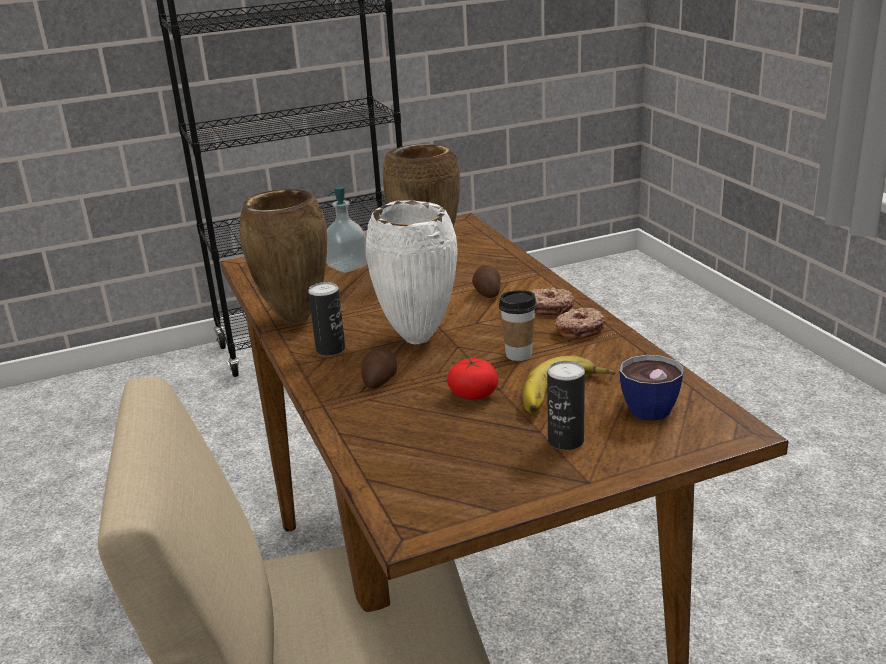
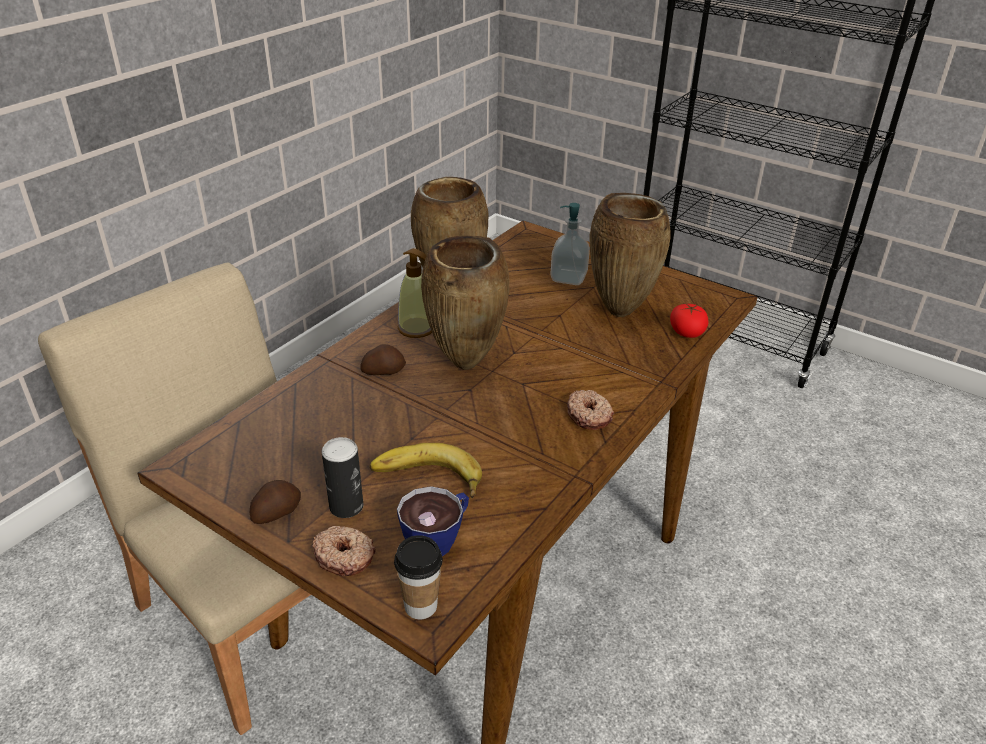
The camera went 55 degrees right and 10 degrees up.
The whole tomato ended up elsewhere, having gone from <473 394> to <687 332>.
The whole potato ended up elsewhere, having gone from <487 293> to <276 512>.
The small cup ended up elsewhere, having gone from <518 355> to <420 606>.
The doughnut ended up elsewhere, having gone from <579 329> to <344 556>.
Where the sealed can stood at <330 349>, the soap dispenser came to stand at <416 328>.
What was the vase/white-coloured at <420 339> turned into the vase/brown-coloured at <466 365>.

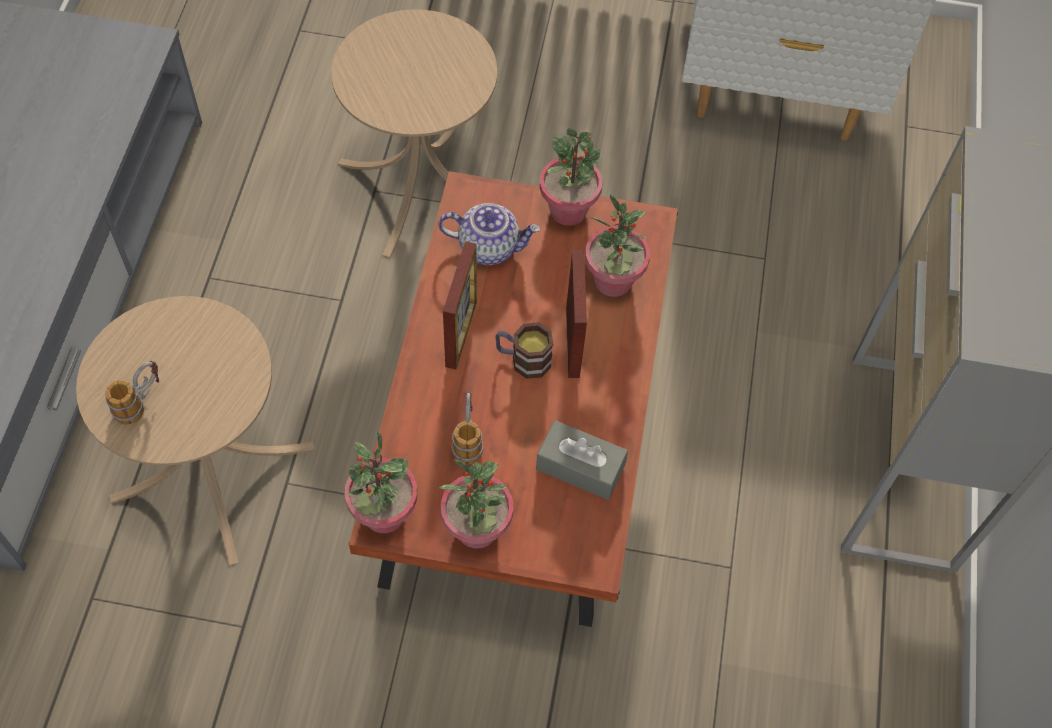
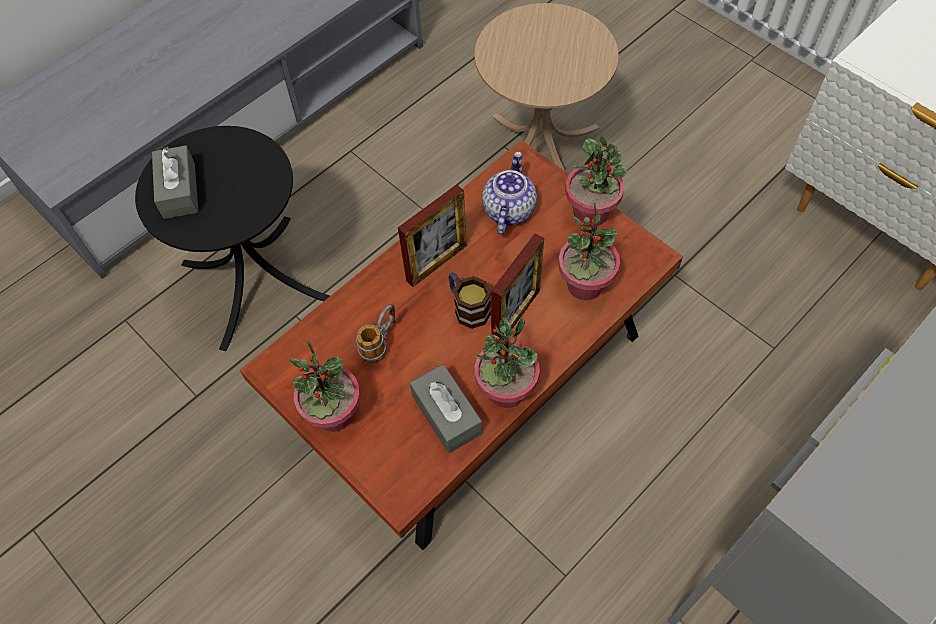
The camera went 40 degrees right and 0 degrees up.
The potted plant ended up elsewhere, having gone from <384 514> to <505 391>.
Where the tea mug stood at <140 402>, the box of tissues/gray came to stand at <179 190>.
What was the end table/beige-coloured at <213 472> turned into the end table/black at <256 281>.
The pot for tea at <489 246> ended up facing another way, 120 degrees counterclockwise from before.

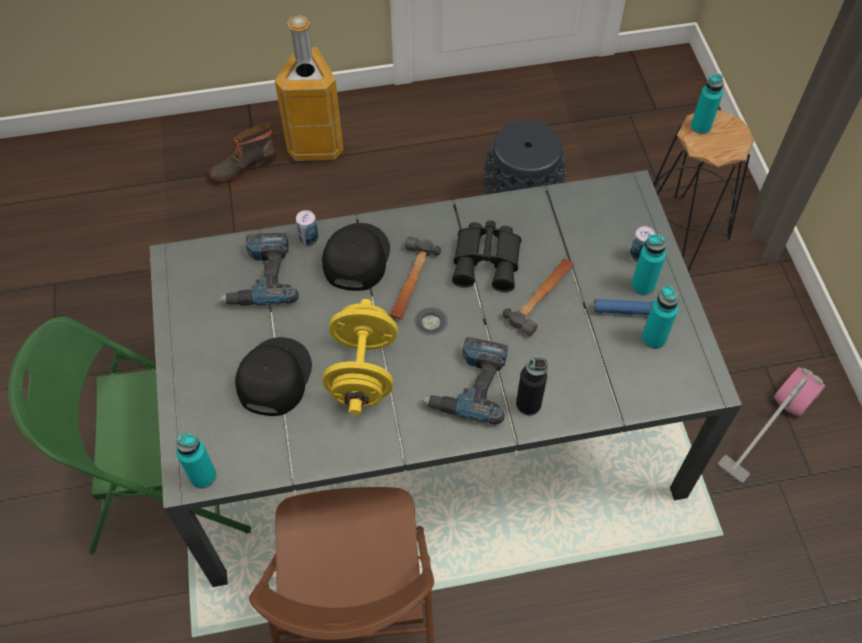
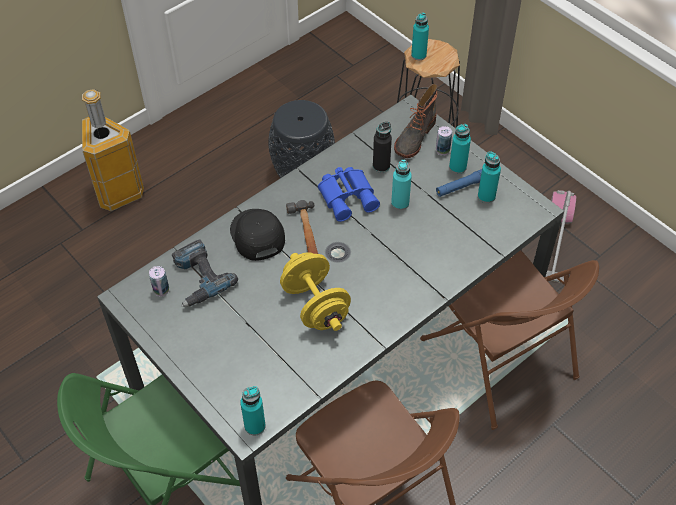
The camera went 30 degrees left and 5 degrees down.
The second view lost the cap/black at <273 377>.
The second view lost the power drill at <469 384>.
The second view gained the chair/brown-coloured at <498 358>.
The high-top boot ended up elsewhere, having gone from <243 166> to <414 137>.
The sealed can ended up elsewhere, having gone from <309 240> to <161 290>.
The bottle/black ended up elsewhere, having gone from <528 404> to <381 166>.
Where the tool hammer stood at <542 297>, the bottle/turquoise-coloured came to stand at <400 203>.
What was the pair of binoculars/black at <488 260> turned into the pair of binoculars/blue-coloured at <348 196>.

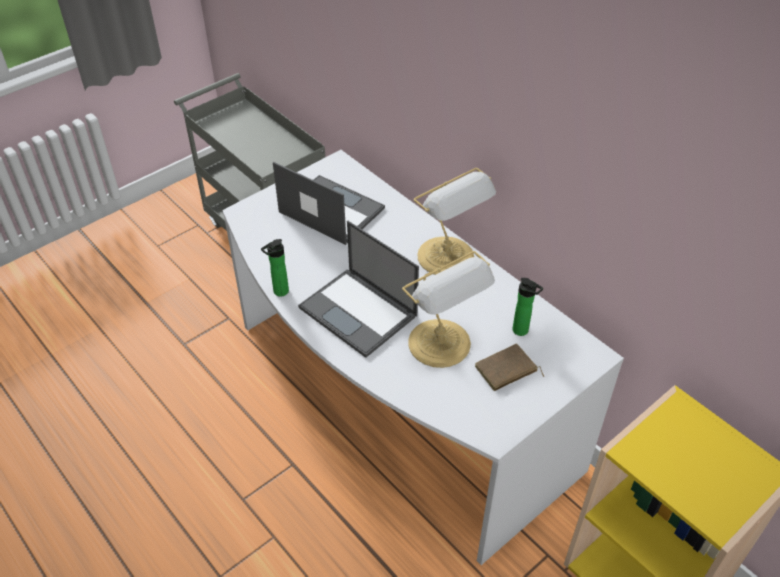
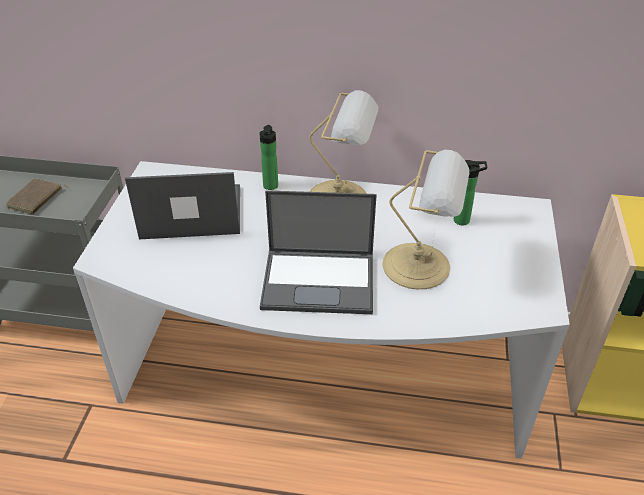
The camera went 40 degrees left and 5 degrees down.
The bottle ended up elsewhere, having gone from <279 292> to <270 187>.
The volume/brown-coloured ended up elsewhere, having gone from <506 371> to <36 199>.

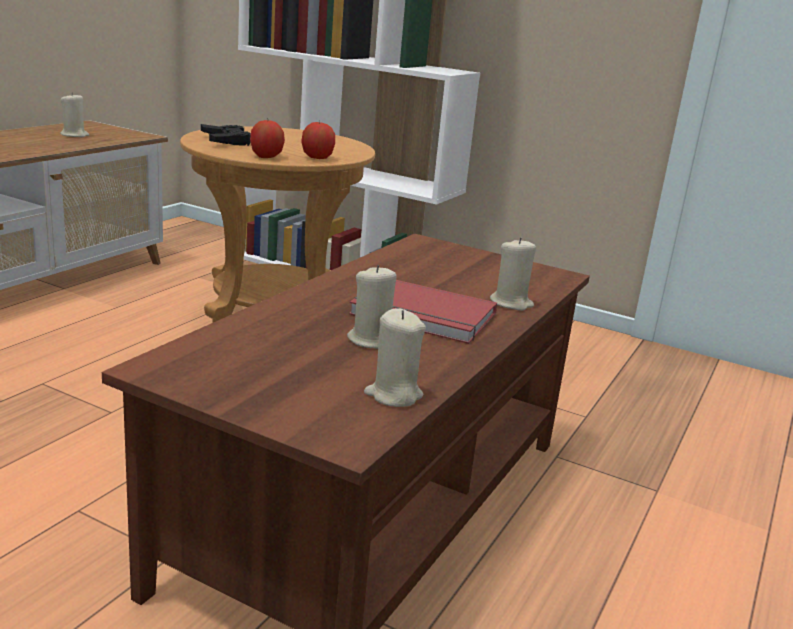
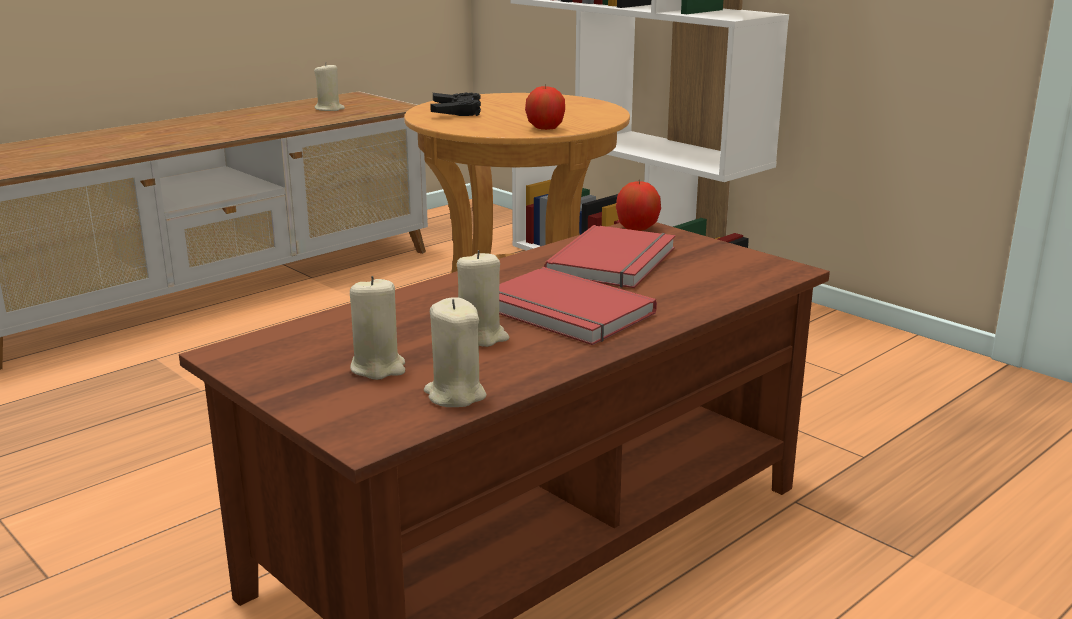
The camera went 20 degrees right and 0 degrees up.
The second view gained the volume/red-coloured at <616 262>.
The whole apple ended up elsewhere, having gone from <266 157> to <637 228>.
The candle/beige-coloured ended up elsewhere, having gone from <511 303> to <378 367>.

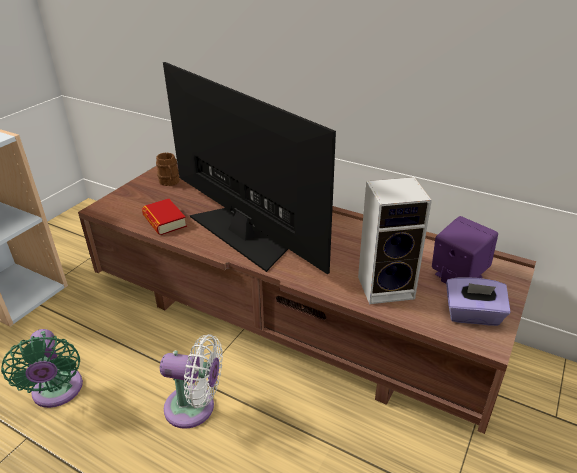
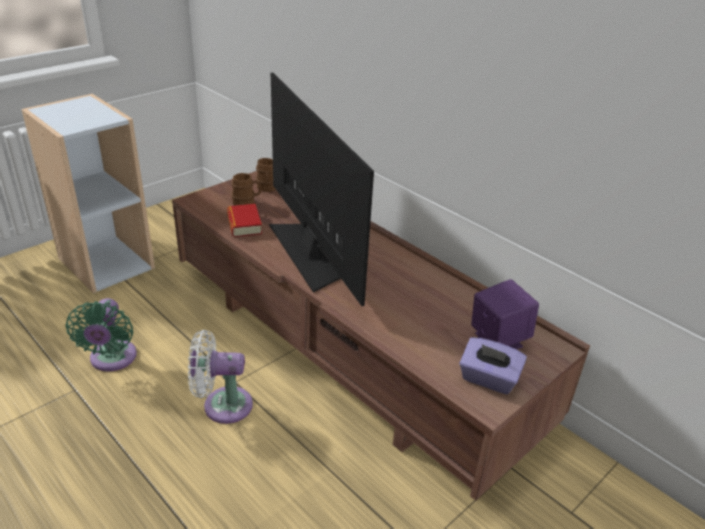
The camera went 15 degrees right and 0 degrees up.
The second view lost the loudspeaker at <387 286>.
The second view gained the tea mug/brown-coloured at <247 202>.
The cooling fan/white-coloured at <195 408> ended up facing another way, 150 degrees clockwise from before.

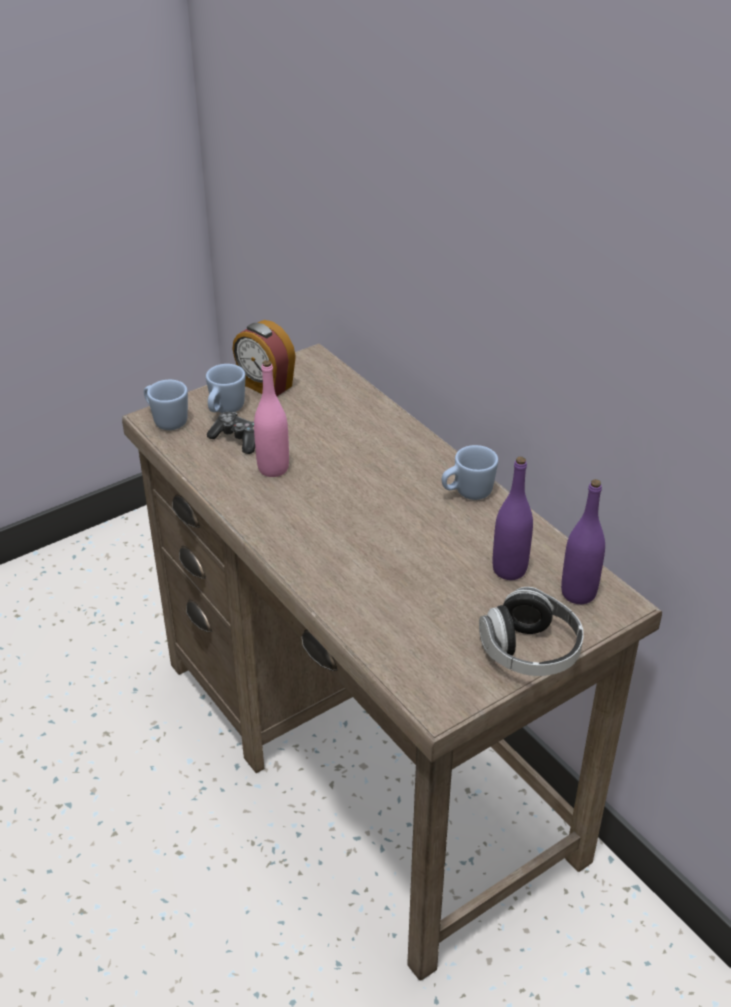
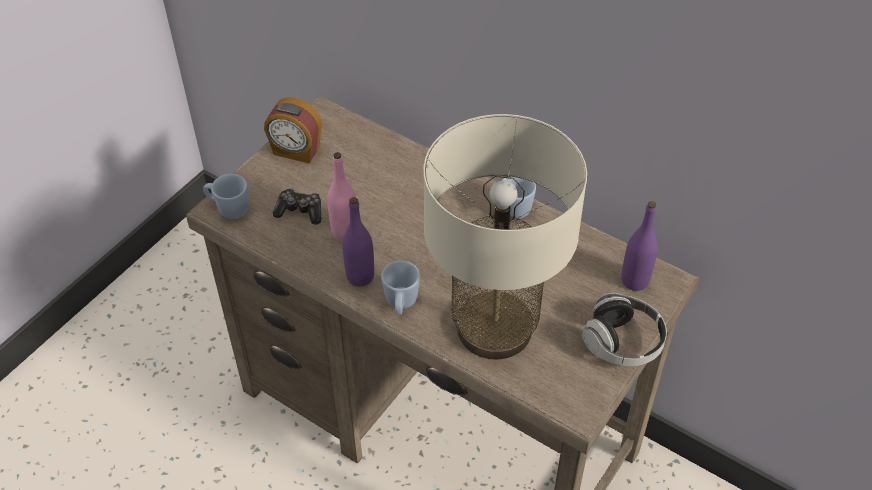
The camera went 20 degrees left and 10 degrees up.
The second view gained the tabletop lamp at <494 328>.
The tea mug/blue-coloured ended up elsewhere, having gone from <224 410> to <401 304>.
The bottle/purplish ended up elsewhere, having gone from <509 569> to <360 276>.

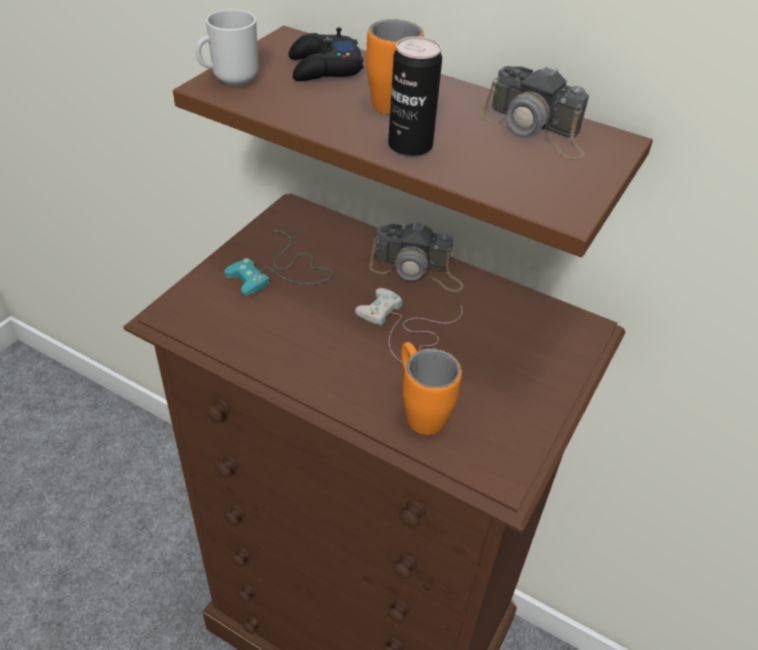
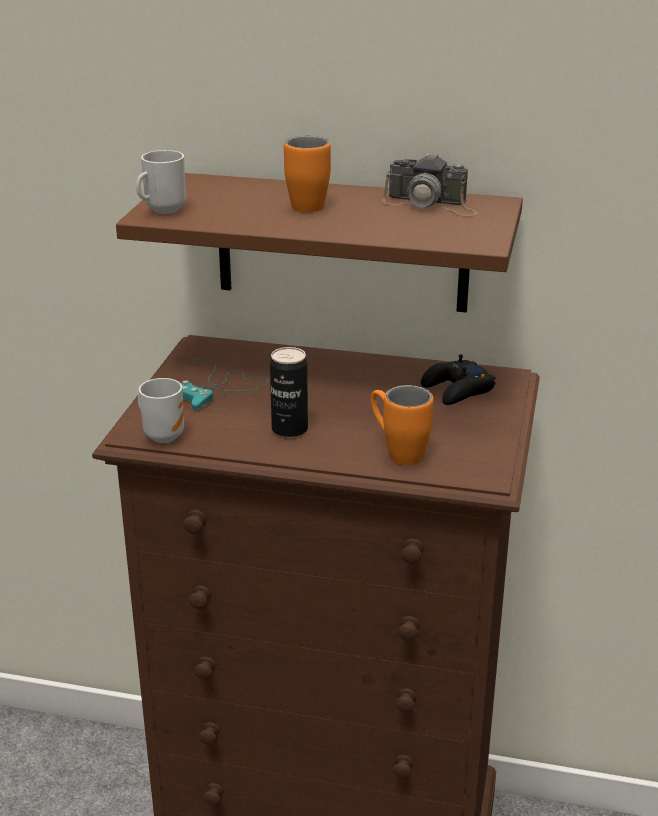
The camera went 15 degrees left and 15 degrees down.
The second view lost the joypad/white-coloured at <405 330>.
The second view lost the photo camera at <417 270>.
The second view gained the tea mug at <163 435>.
The joypad/black ended up elsewhere, having gone from <324 68> to <457 390>.
The sealed can ended up elsewhere, having gone from <410 146> to <289 429>.

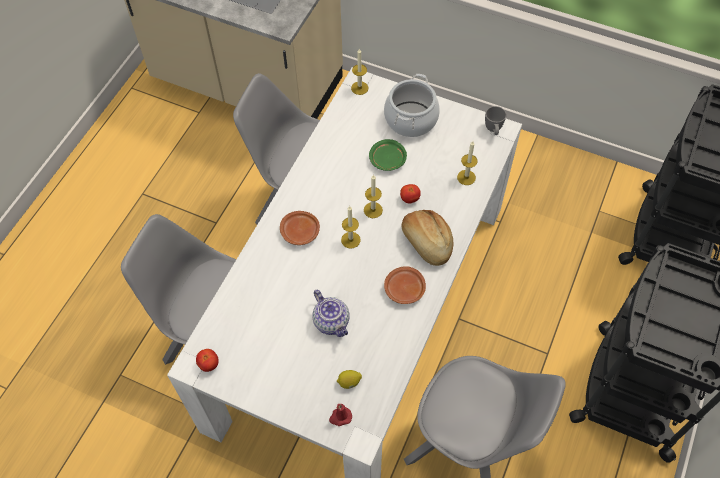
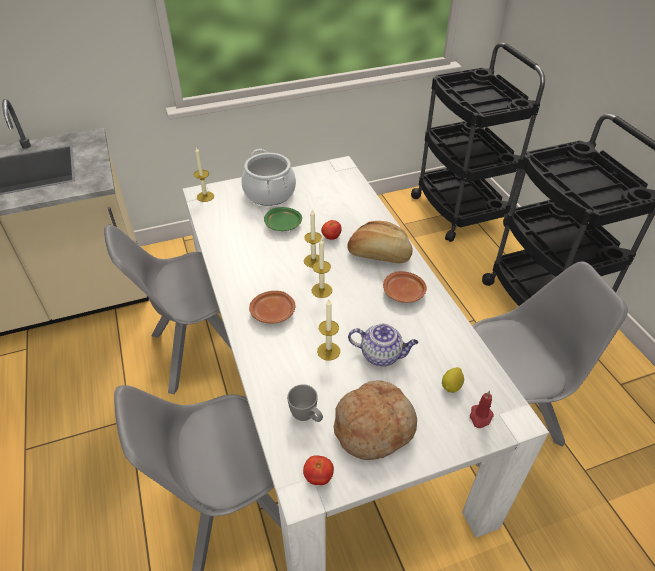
The camera went 45 degrees left and 15 degrees down.
The second view gained the bread at <374 426>.
The candle ended up elsewhere, having gone from <466 177> to <328 351>.
The tea mug/gray ended up elsewhere, having gone from <493 130> to <307 417>.

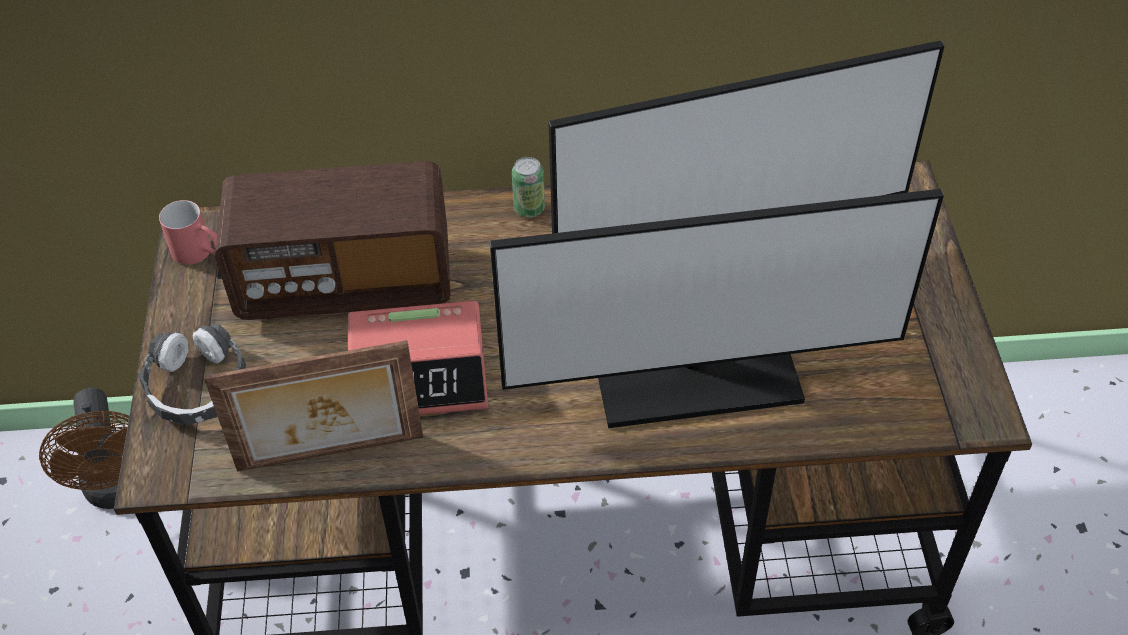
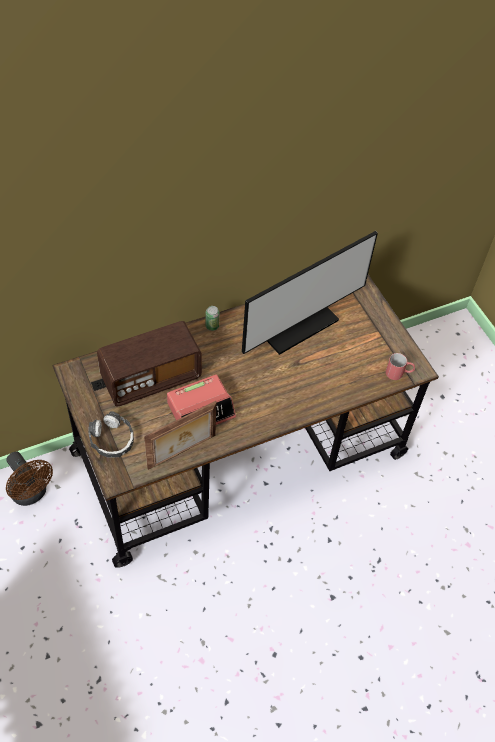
The camera went 25 degrees left and 5 degrees up.
The second view lost the computer display at <697 379>.
The tea mug/red-coloured ended up elsewhere, having gone from <200 254> to <398 373>.

